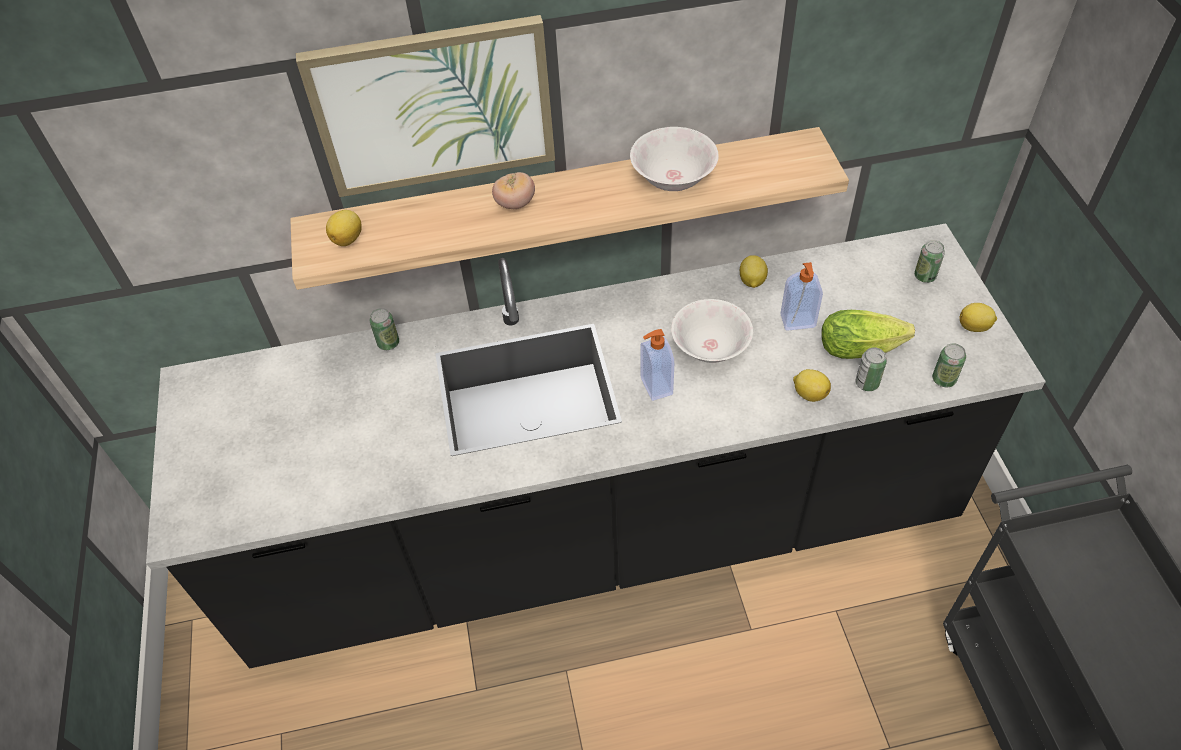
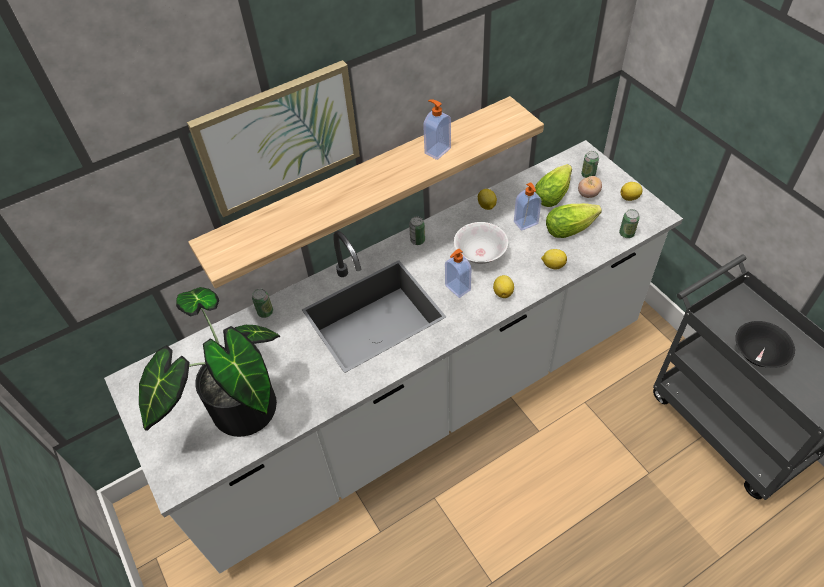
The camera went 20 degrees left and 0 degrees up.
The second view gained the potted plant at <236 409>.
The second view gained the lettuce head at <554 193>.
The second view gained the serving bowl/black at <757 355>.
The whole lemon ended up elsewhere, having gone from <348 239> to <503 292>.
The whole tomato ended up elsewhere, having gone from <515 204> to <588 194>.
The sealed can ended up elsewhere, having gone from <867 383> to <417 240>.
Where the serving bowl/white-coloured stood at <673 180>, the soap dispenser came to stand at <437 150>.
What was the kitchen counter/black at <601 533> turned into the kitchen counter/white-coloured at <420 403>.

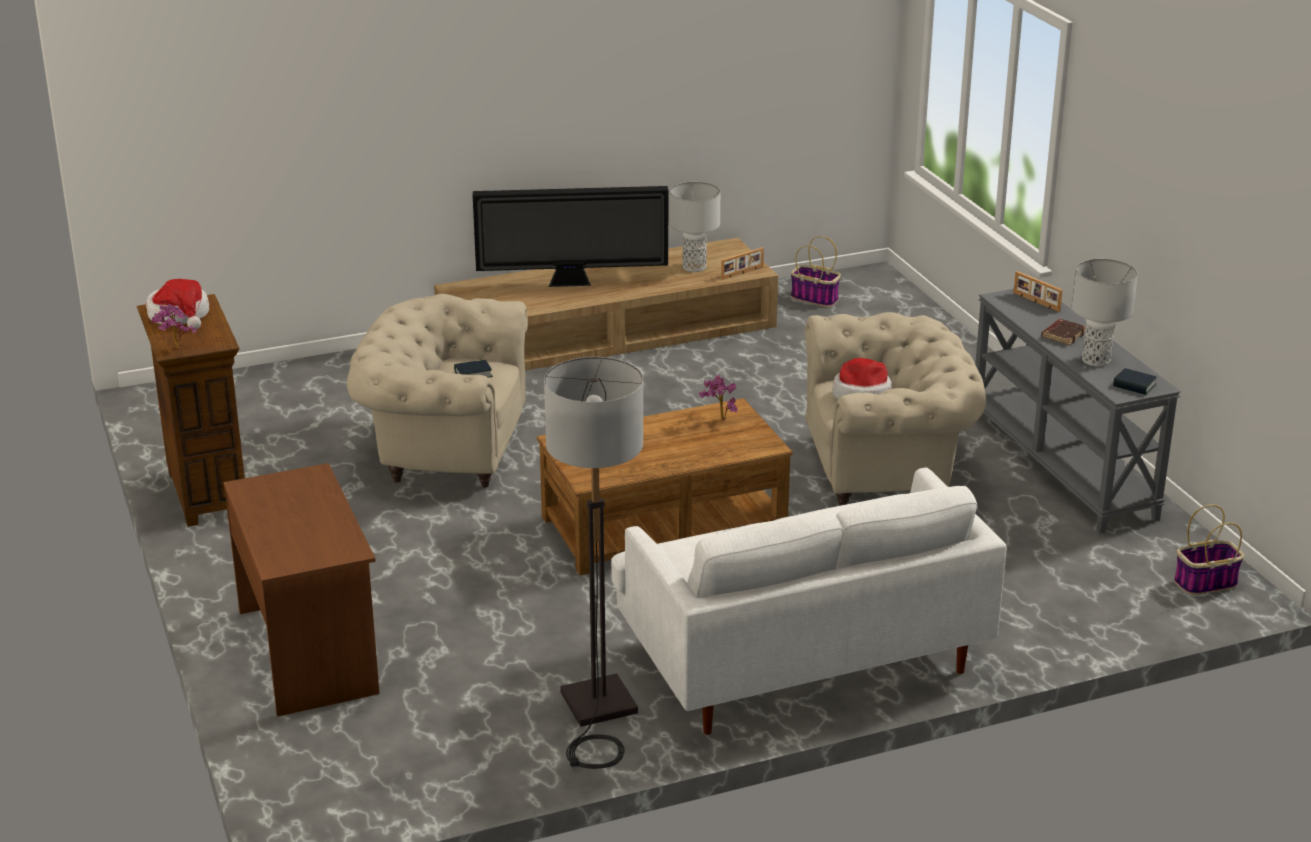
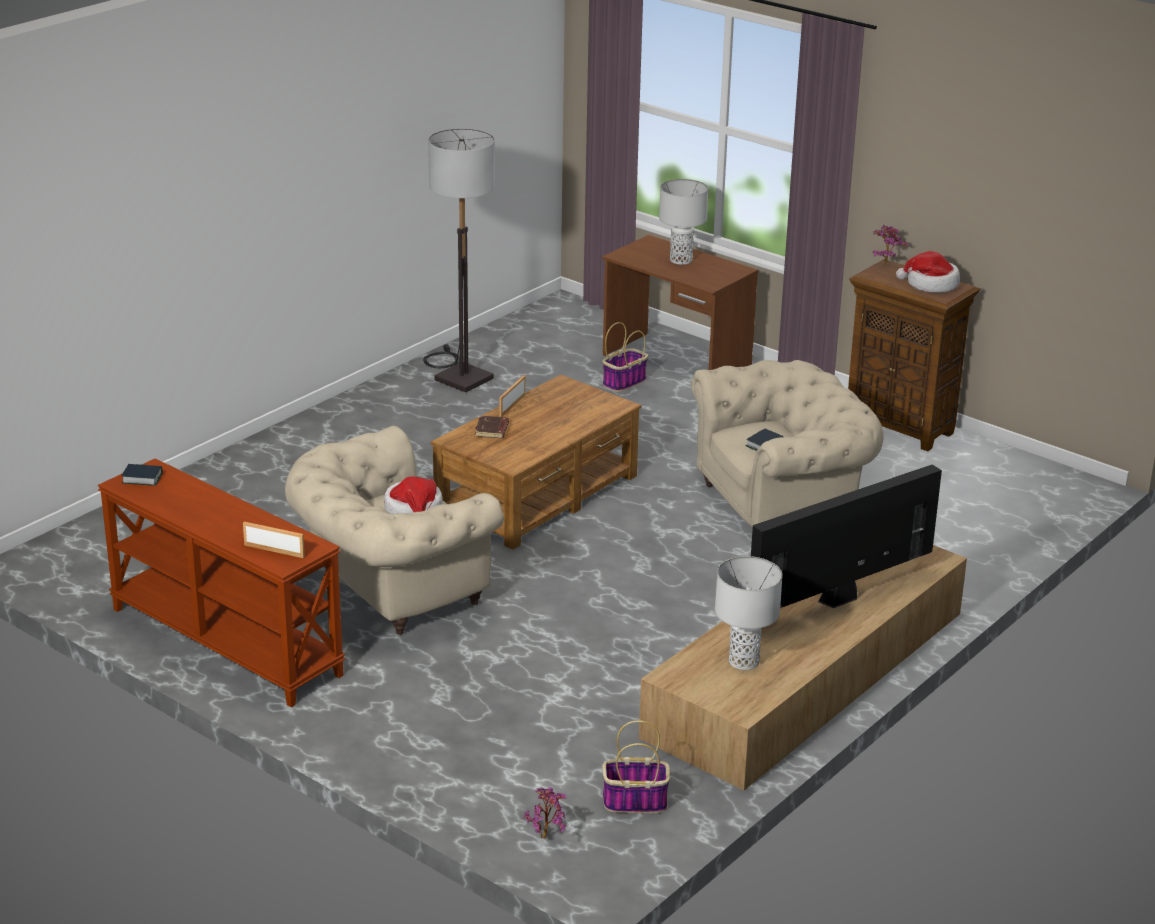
The camera went 150 degrees right and 0 degrees up.
The second view lost the settee/white-coloured at <803 656>.
The potted plant ended up elsewhere, having gone from <719 419> to <547 836>.
The photo frame ended up elsewhere, having gone from <742 273> to <511 406>.
The volume/brown-coloured ended up elsewhere, having gone from <1063 335> to <492 430>.
The tabletop lamp/white-coloured ended up elsewhere, having gone from <1096 360> to <681 260>.
The basket ended up elsewhere, having gone from <1205 583> to <624 382>.
What was the hall table/gray at <1062 466> turned into the hall table/brown-coloured at <224 642>.

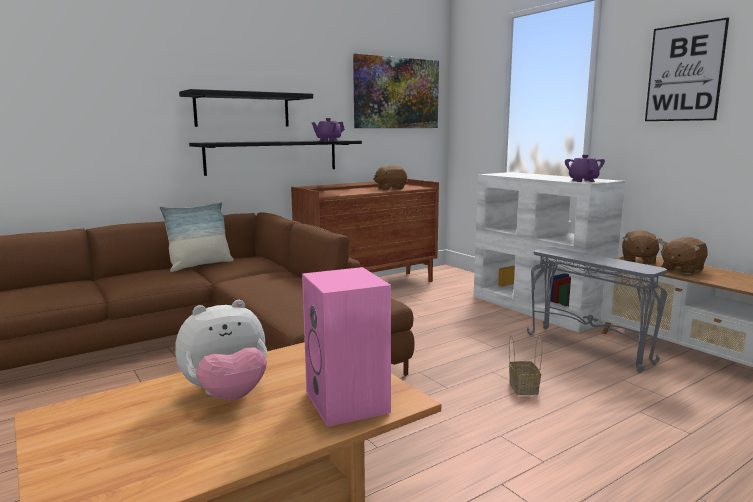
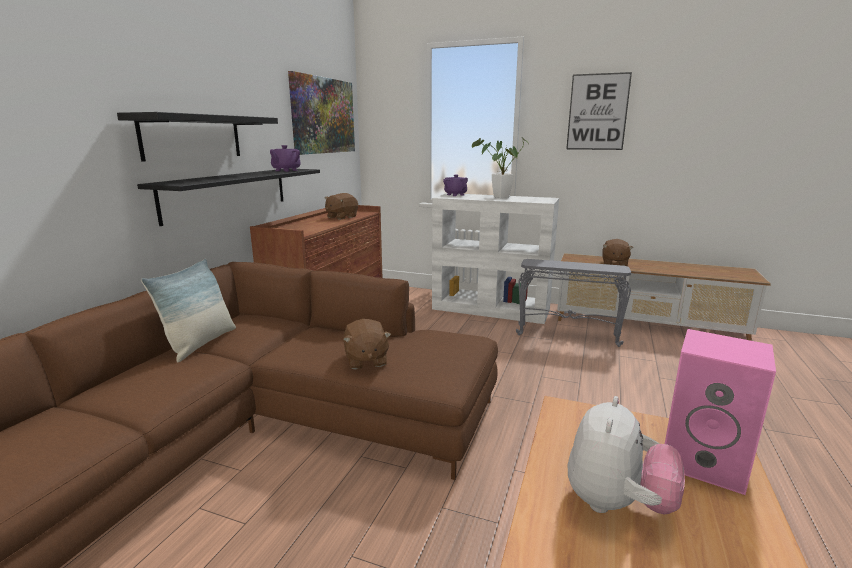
The camera went 35 degrees left and 5 degrees up.
The second view lost the basket at <522 387>.
The second view gained the potted plant at <498 197>.
The pot for tea/purplish ended up elsewhere, having gone from <583 181> to <455 195>.
The cuddly toy/brown-coloured ended up elsewhere, having gone from <638 261> to <366 360>.

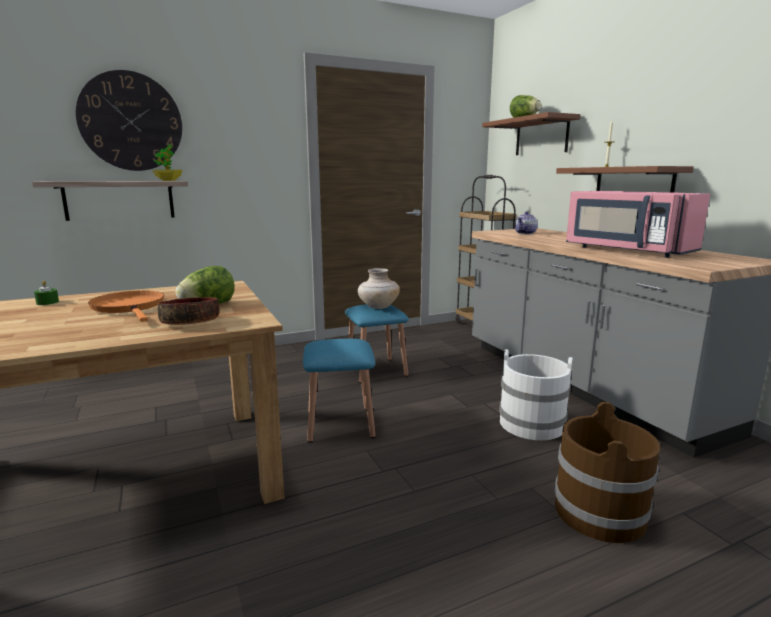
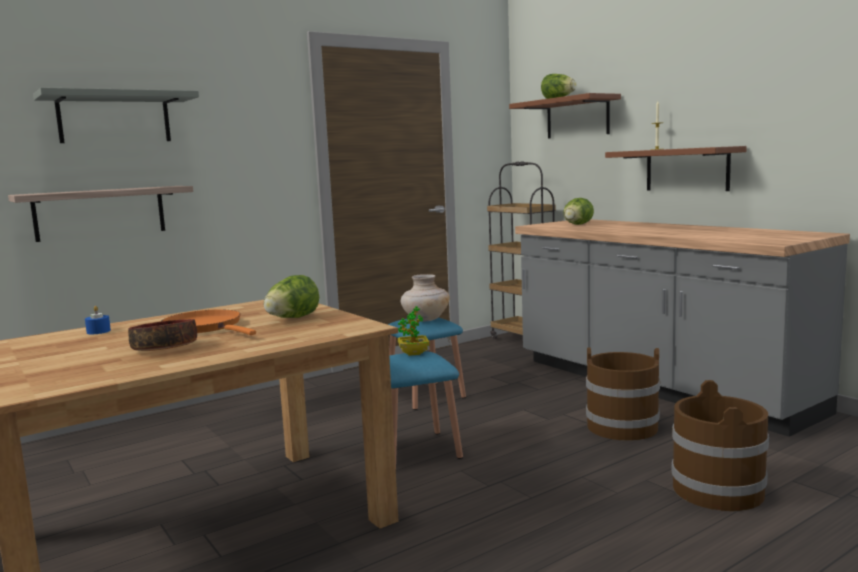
The camera went 10 degrees left and 5 degrees down.
The second view lost the kitchen microwave/pinkish at <626 250>.
The potted plant ended up elsewhere, having gone from <168 180> to <413 353>.
The serving bowl ended up elsewhere, having gone from <191 322> to <165 348>.
Where the wall clock hung at <131 121>, the wall shelf/gray came to hang at <114 118>.
Where the pot for tea stood at <525 233>, the lettuce head came to stand at <577 225>.
What was the candle/greenish at <47 302> turned into the candle/blue-coloured at <98 331>.
What was the water bucket/white-coloured at <532 424> turned into the water bucket/brown-coloured at <622 427>.

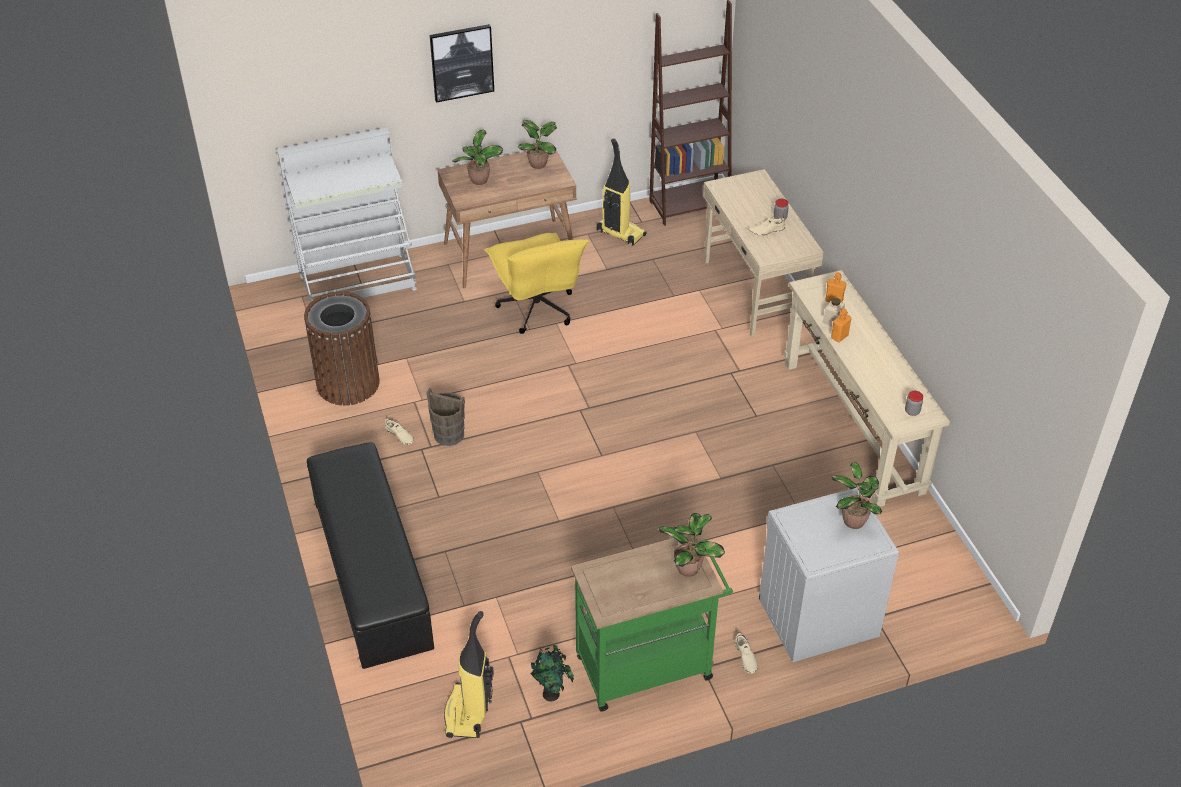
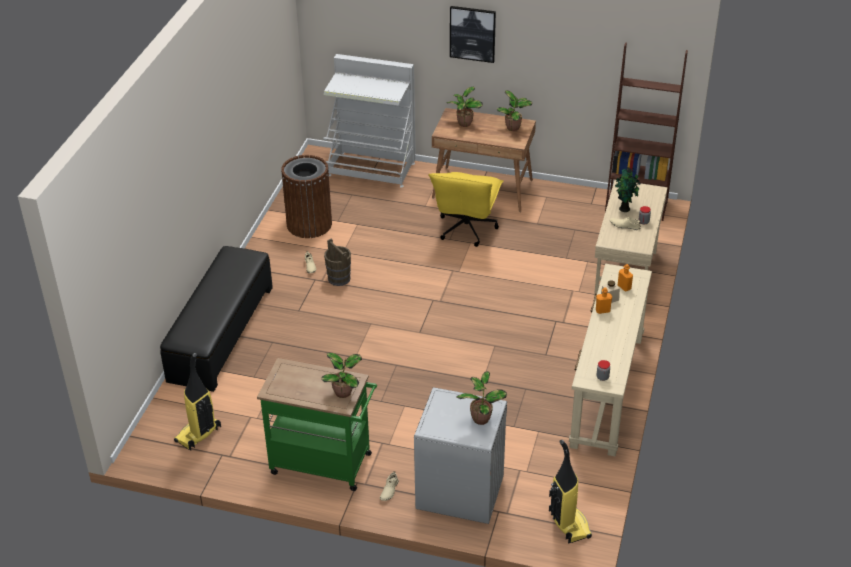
The camera went 35 degrees right and 5 degrees down.
The potted plant ended up elsewhere, having gone from <552 695> to <625 209>.
The vacuum cleaner ended up elsewhere, having gone from <620 233> to <568 524>.

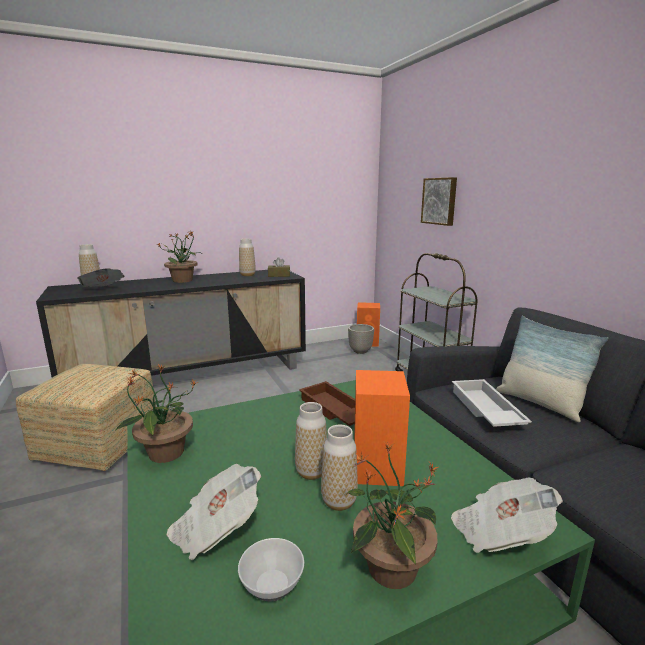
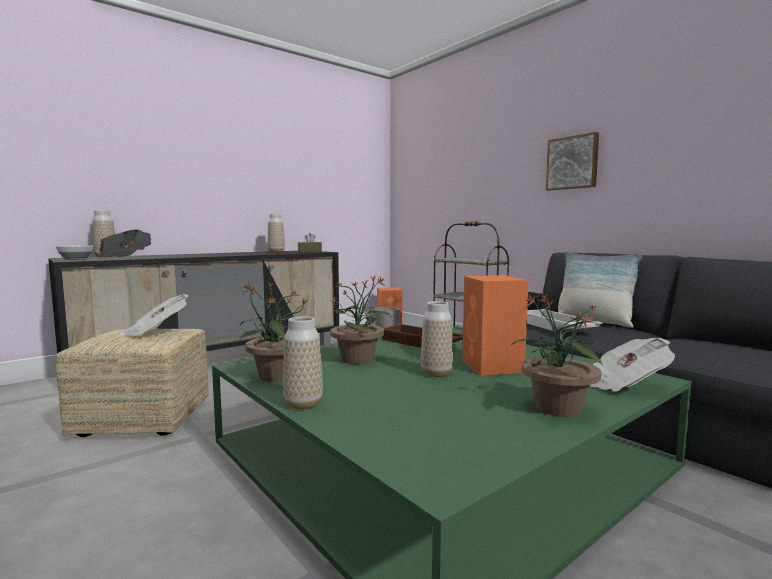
The camera went 15 degrees left and 10 degrees down.
The potted plant ended up elsewhere, having gone from <183 280> to <358 359>.
The printed paper ended up elsewhere, having gone from <215 528> to <156 332>.
The serving bowl ended up elsewhere, having gone from <271 584> to <75 259>.
The vase ended up elsewhere, having gone from <339 501> to <303 404>.
The wall picture ended up elsewhere, having gone from <440 201> to <572 163>.

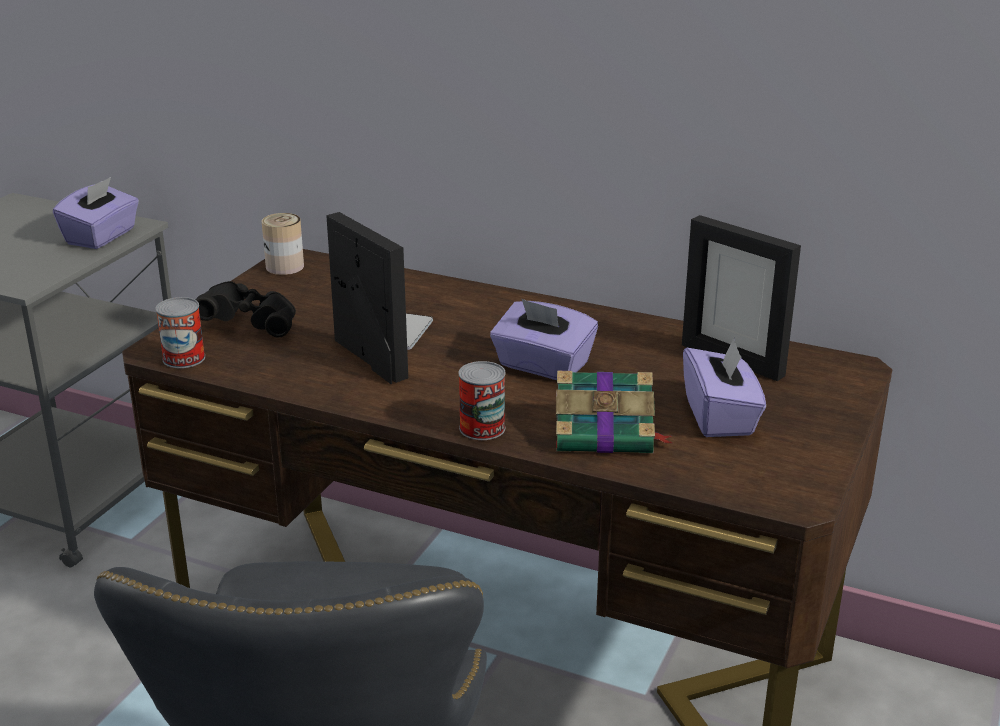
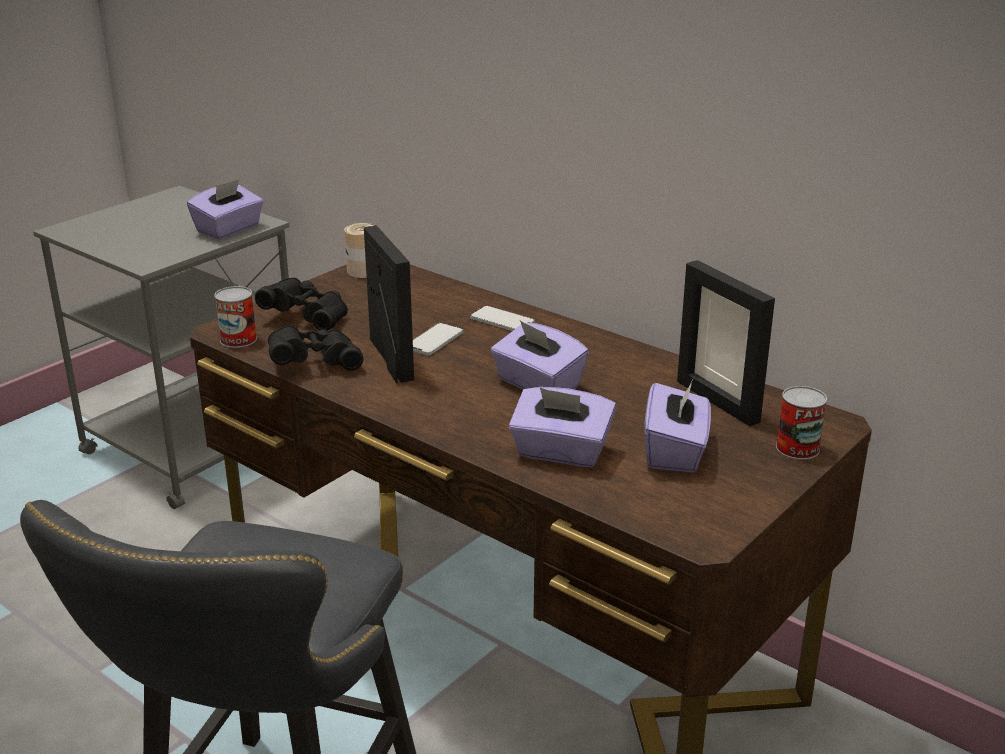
The camera went 15 degrees right and 0 degrees up.
The second view gained the pair of binoculars/black at <314 363>.
The second view gained the handset at <502 320>.
The sealed can ended up elsewhere, having gone from <482 428> to <797 448>.
Where the volume stood at <606 433>, the box of tissues/purplish came to stand at <561 452>.

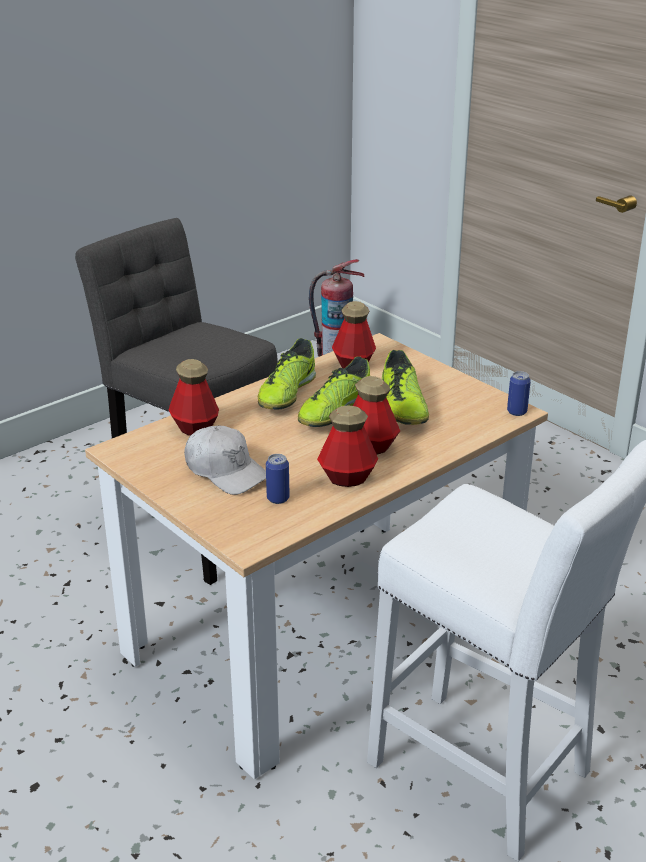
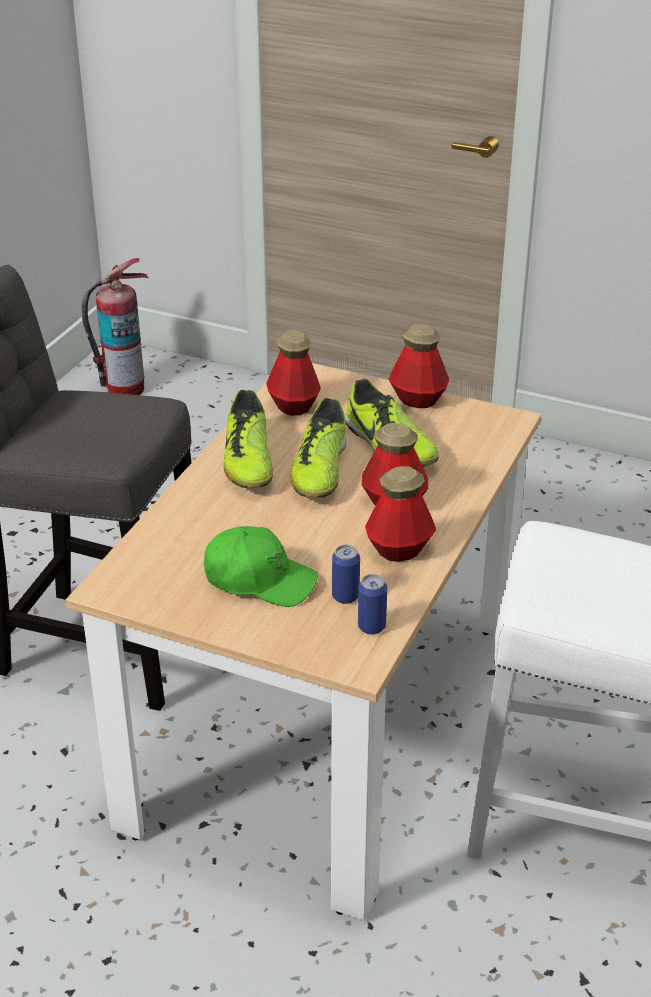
The camera went 25 degrees left and 5 degrees up.
The bottle ended up elsewhere, having gone from <195 428> to <417 399>.
The sealed can ended up elsewhere, having gone from <517 412> to <371 627>.
What was the cap/white-coloured at <226 471> turned into the cap/greenish at <259 579>.

